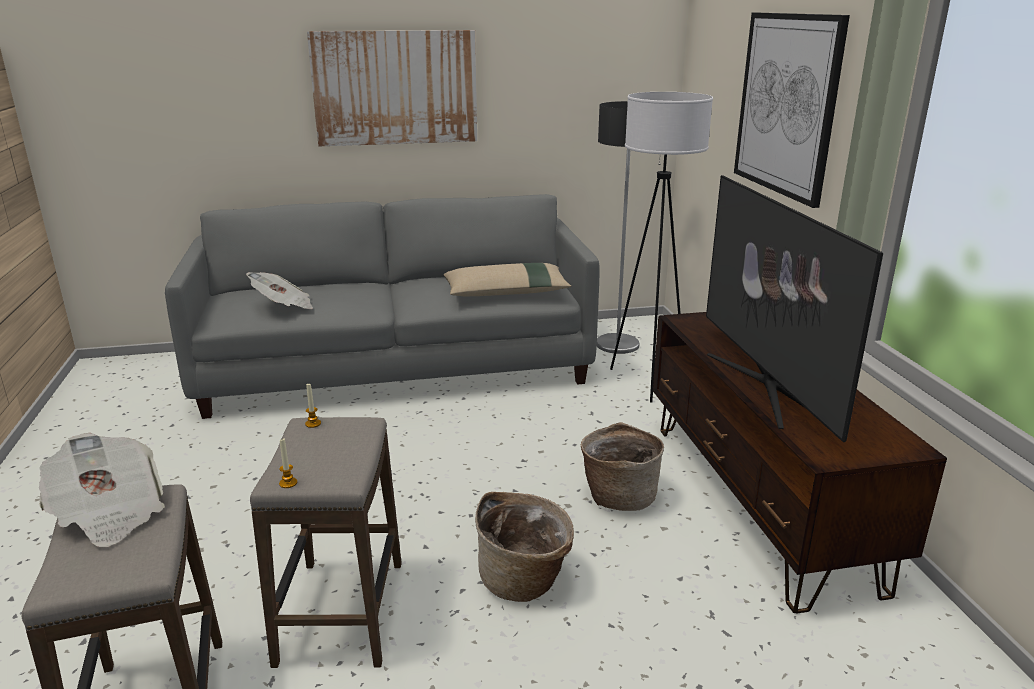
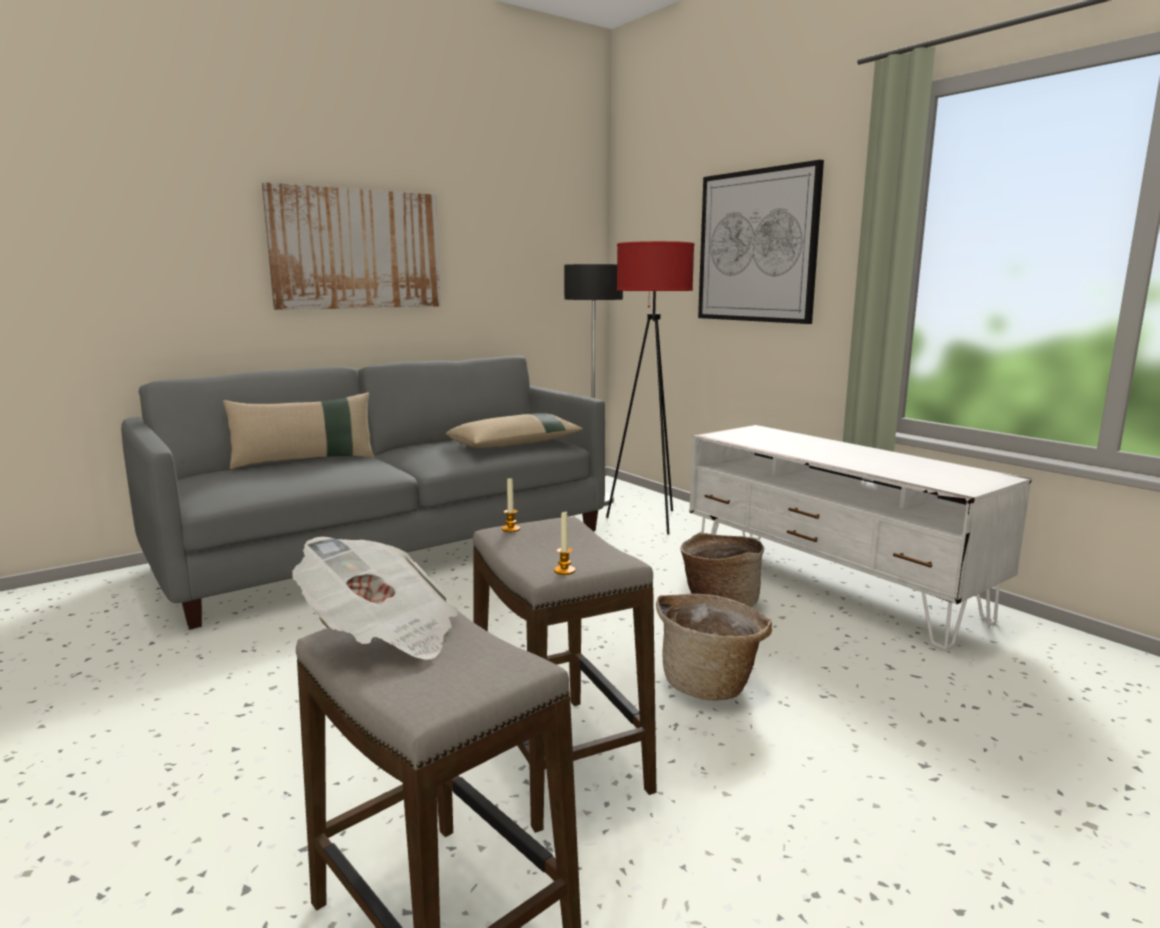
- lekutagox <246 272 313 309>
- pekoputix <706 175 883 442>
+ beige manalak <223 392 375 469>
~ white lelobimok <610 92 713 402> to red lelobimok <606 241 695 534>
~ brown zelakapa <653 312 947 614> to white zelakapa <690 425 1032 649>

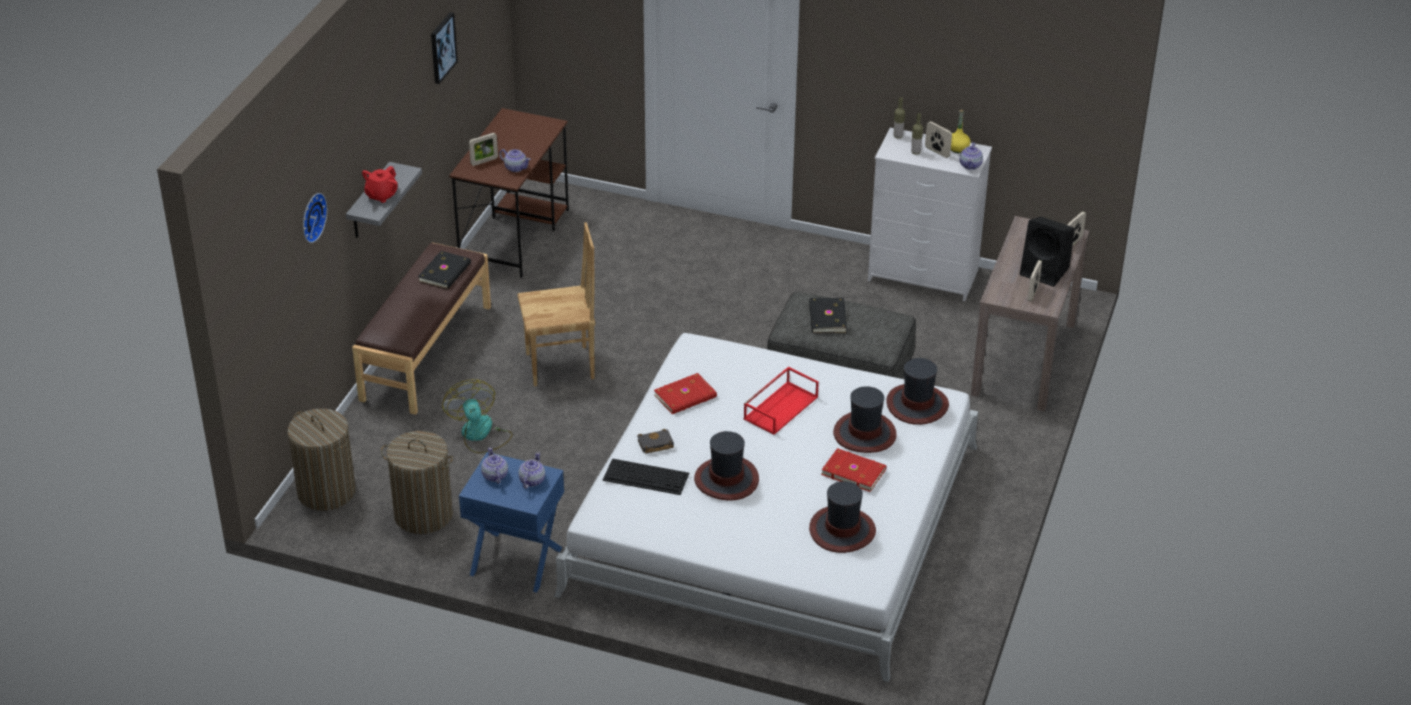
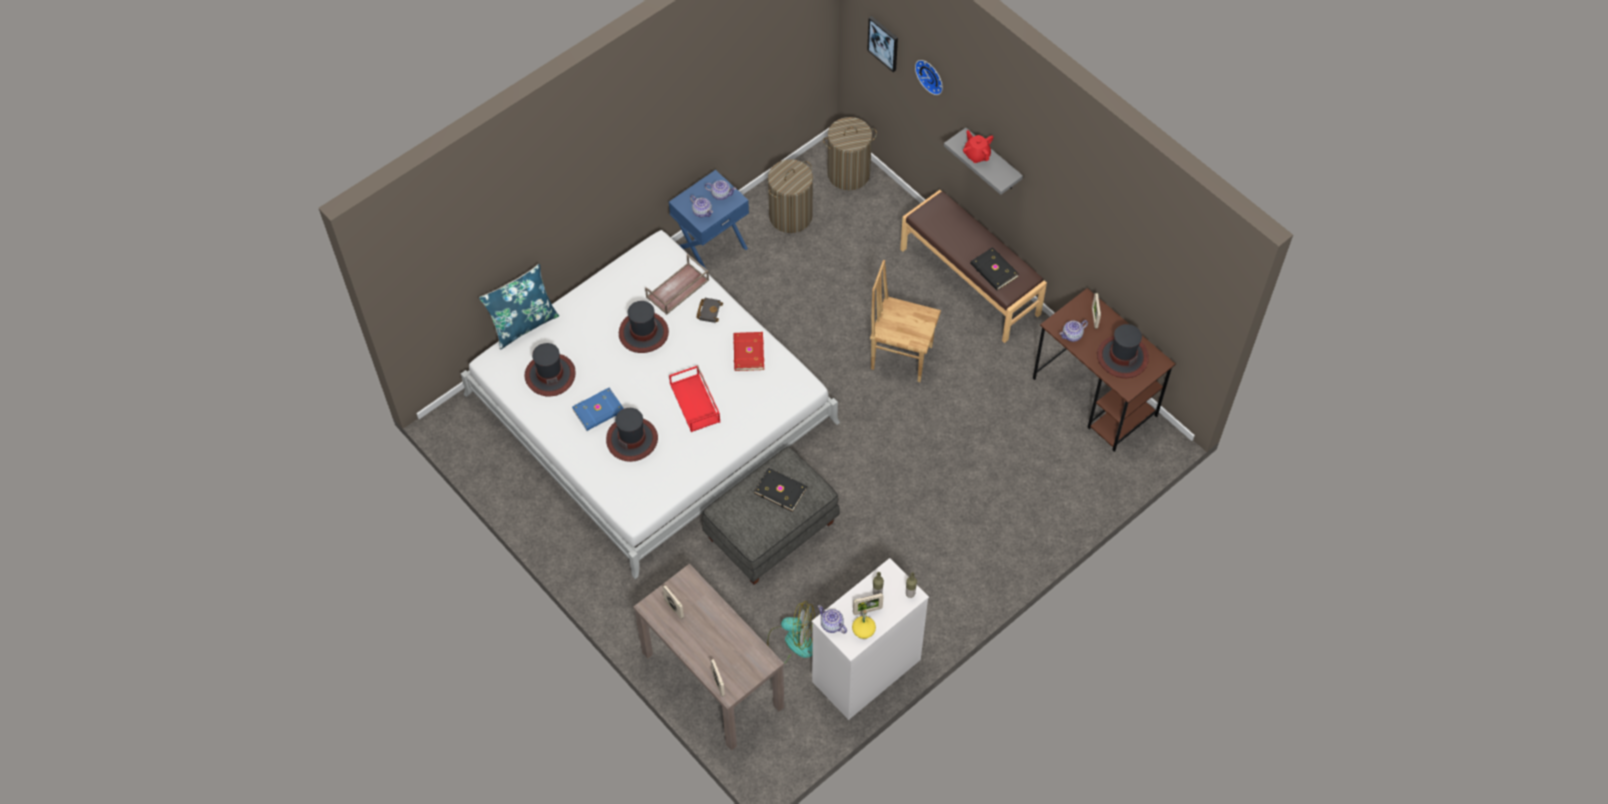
- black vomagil <1020 217 1075 287>
+ blue manalak <479 264 559 350>
~ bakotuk <431 12 458 84> to <867 16 898 72>
~ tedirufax <442 379 513 453> to <767 601 815 664>
~ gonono <886 358 949 425> to <1097 324 1149 378>
~ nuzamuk <603 459 689 495> to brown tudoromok <645 254 709 315>
~ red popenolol <821 448 886 492> to blue popenolol <572 387 624 431>
~ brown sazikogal <517 222 595 387> = <870 260 941 382> 90 degrees clockwise

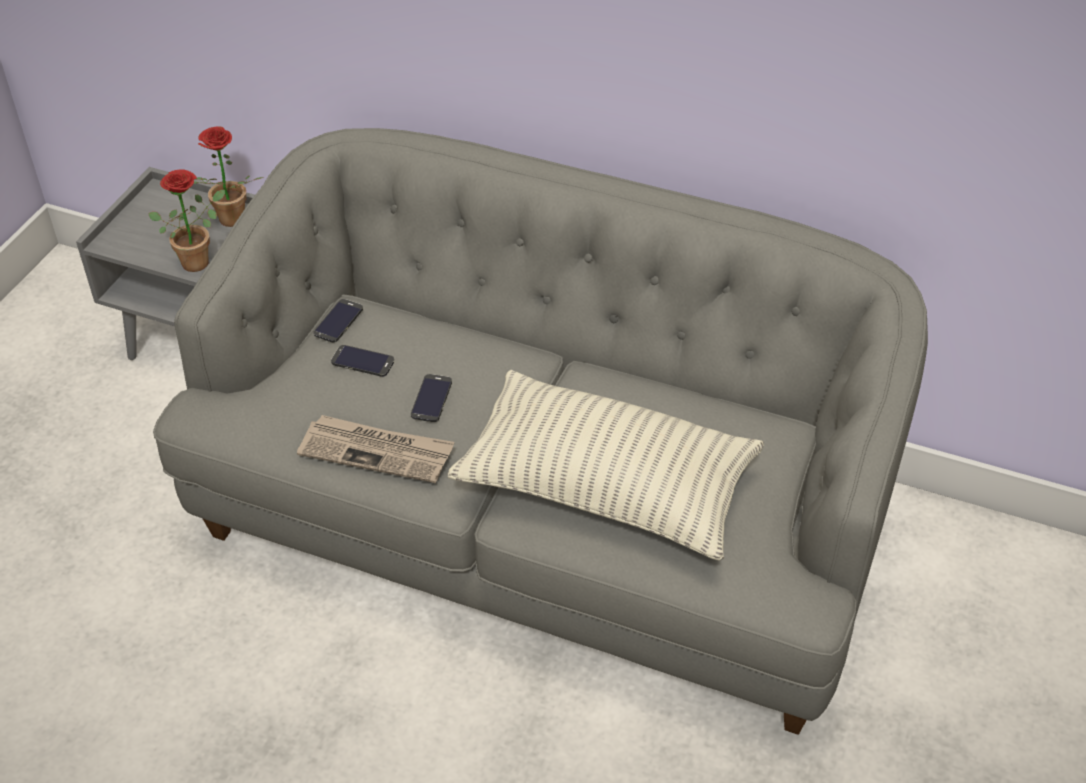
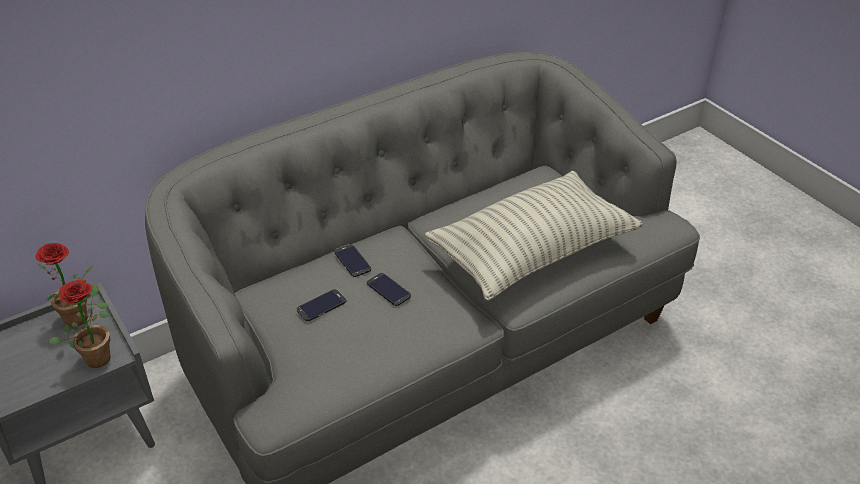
- lekutagox <297 415 454 483>
~ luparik <313 299 363 342> to <335 244 371 277>

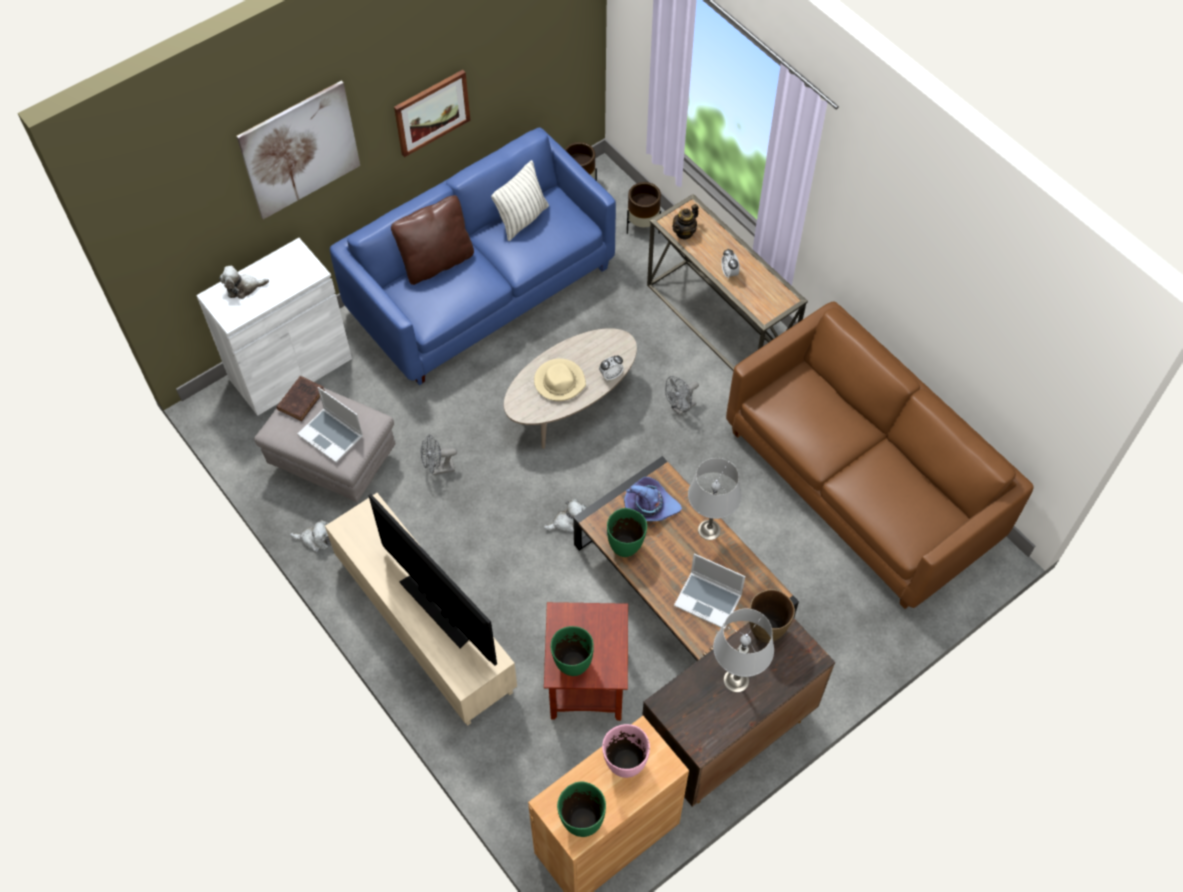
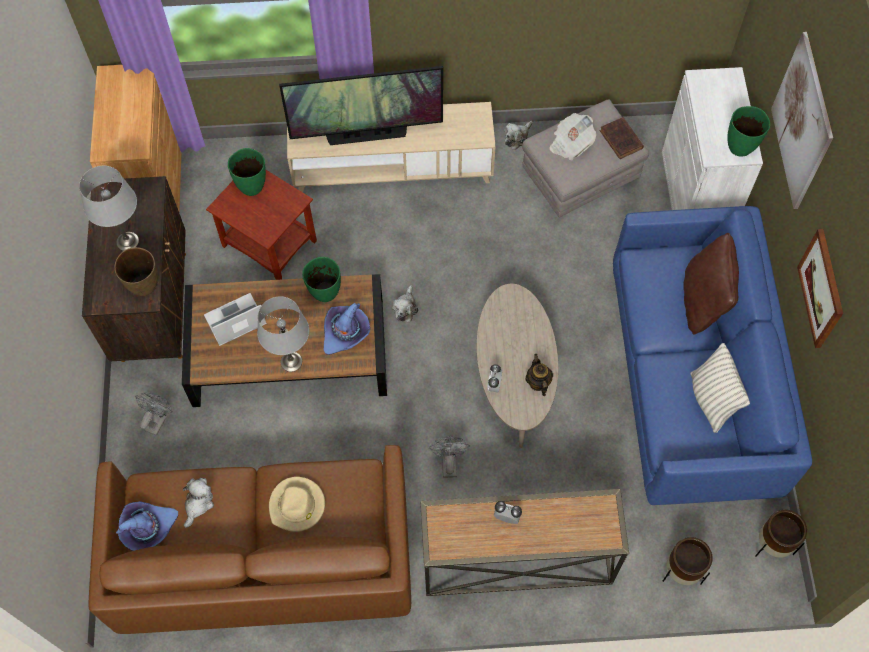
- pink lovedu <602 724 650 778>
+ purple gonono <116 501 178 551>
~ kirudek <219 266 269 299> to <183 478 214 528>
~ grey tedirufax <421 434 457 475> to <135 392 173 436>
~ beige gonono <534 359 586 401> to <269 477 325 532>
~ green lovedu <557 782 606 837> to <727 106 770 157>
~ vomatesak <672 204 699 240> to <526 354 553 396>
~ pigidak <297 387 363 462> to lekutagox <549 113 596 161>

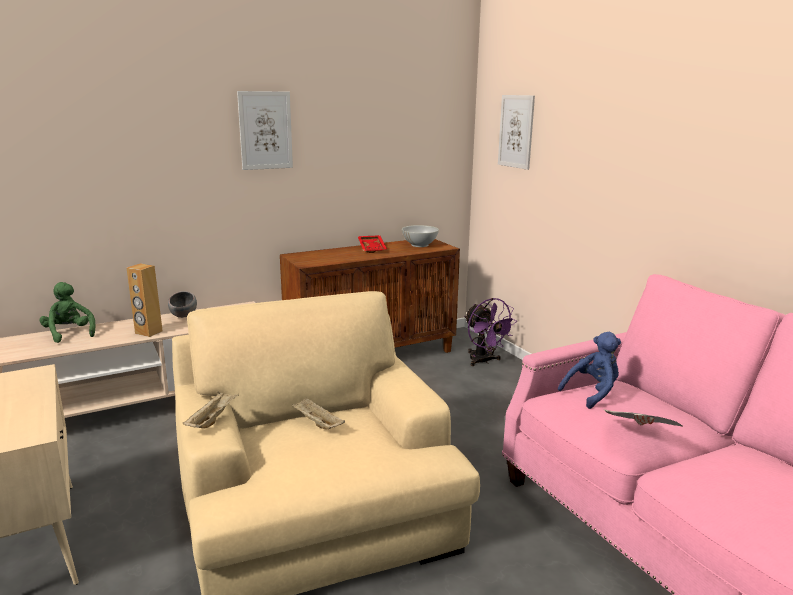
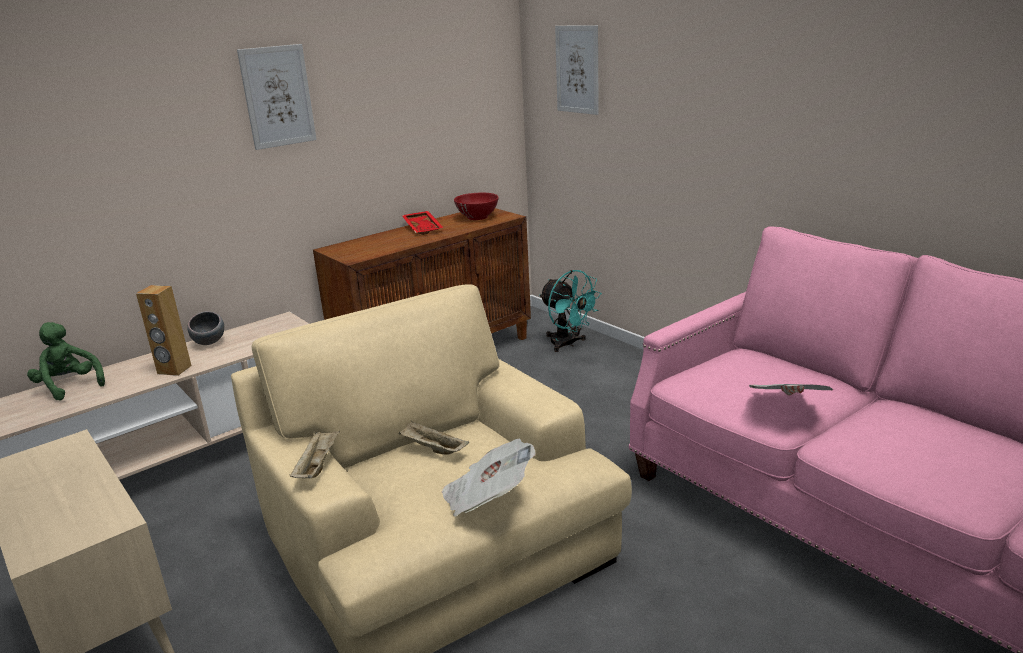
- blue kirudek <558 332 621 409>
+ lekutagox <442 438 535 517>
~ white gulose <402 225 439 247> to red gulose <454 193 499 220>
~ purple tedirufax <464 298 516 366> to turquoise tedirufax <539 270 602 352>

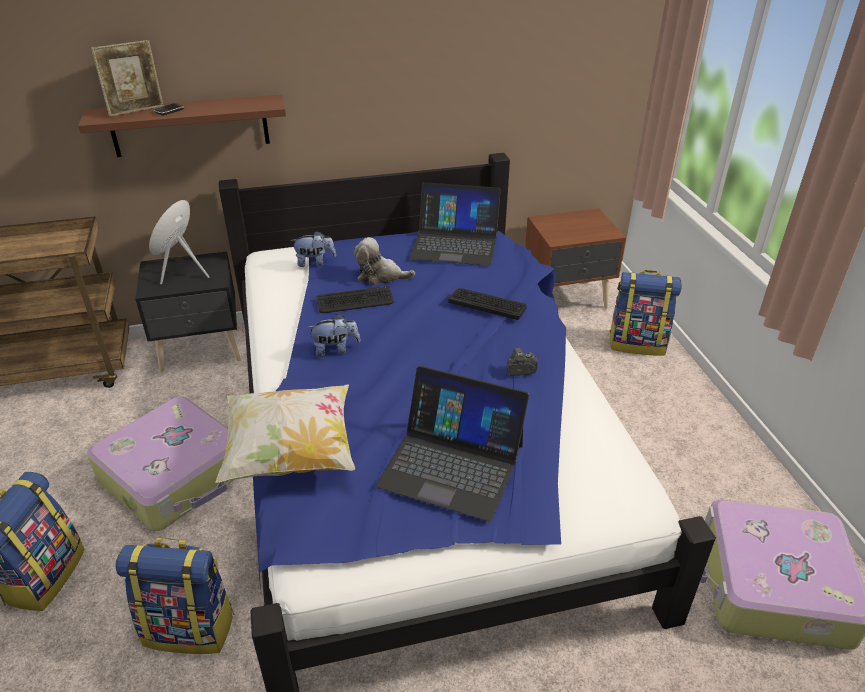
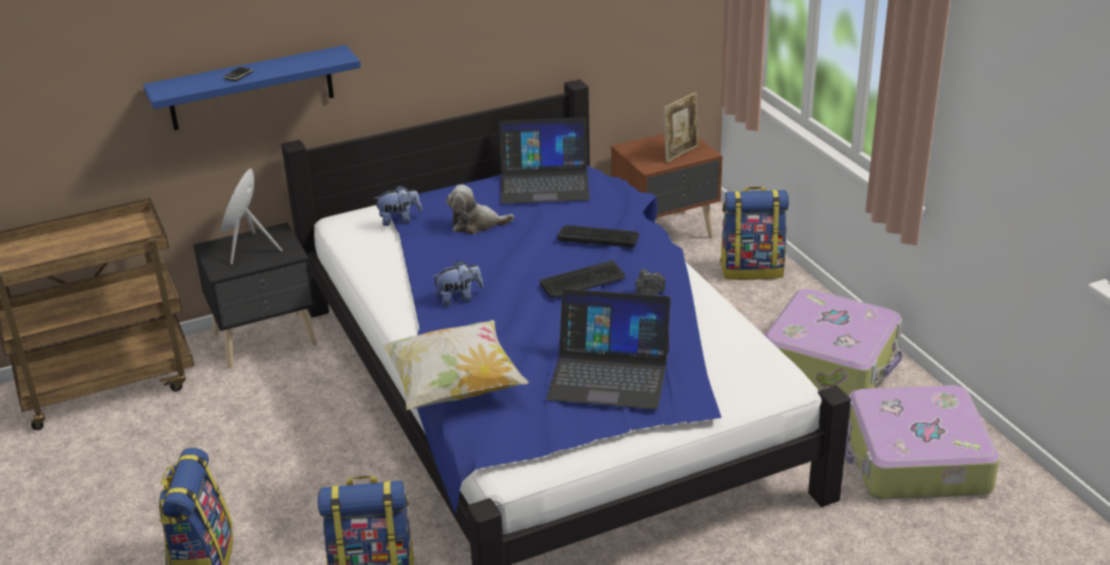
~ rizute <87 397 235 531> to <764 289 903 396>
~ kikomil <91 40 164 117> to <664 92 698 163>
~ nuzamuk <316 286 394 313> to <540 261 625 298>
~ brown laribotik <78 95 286 157> to blue laribotik <143 45 361 130>

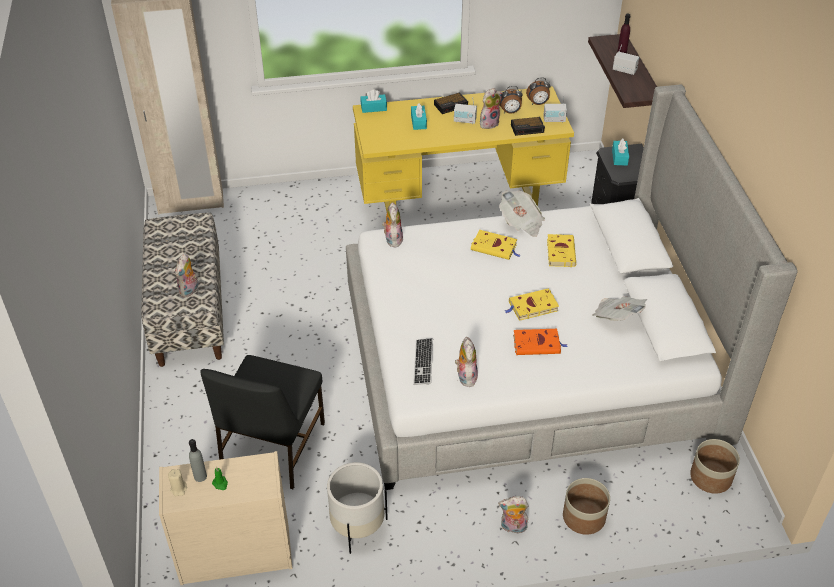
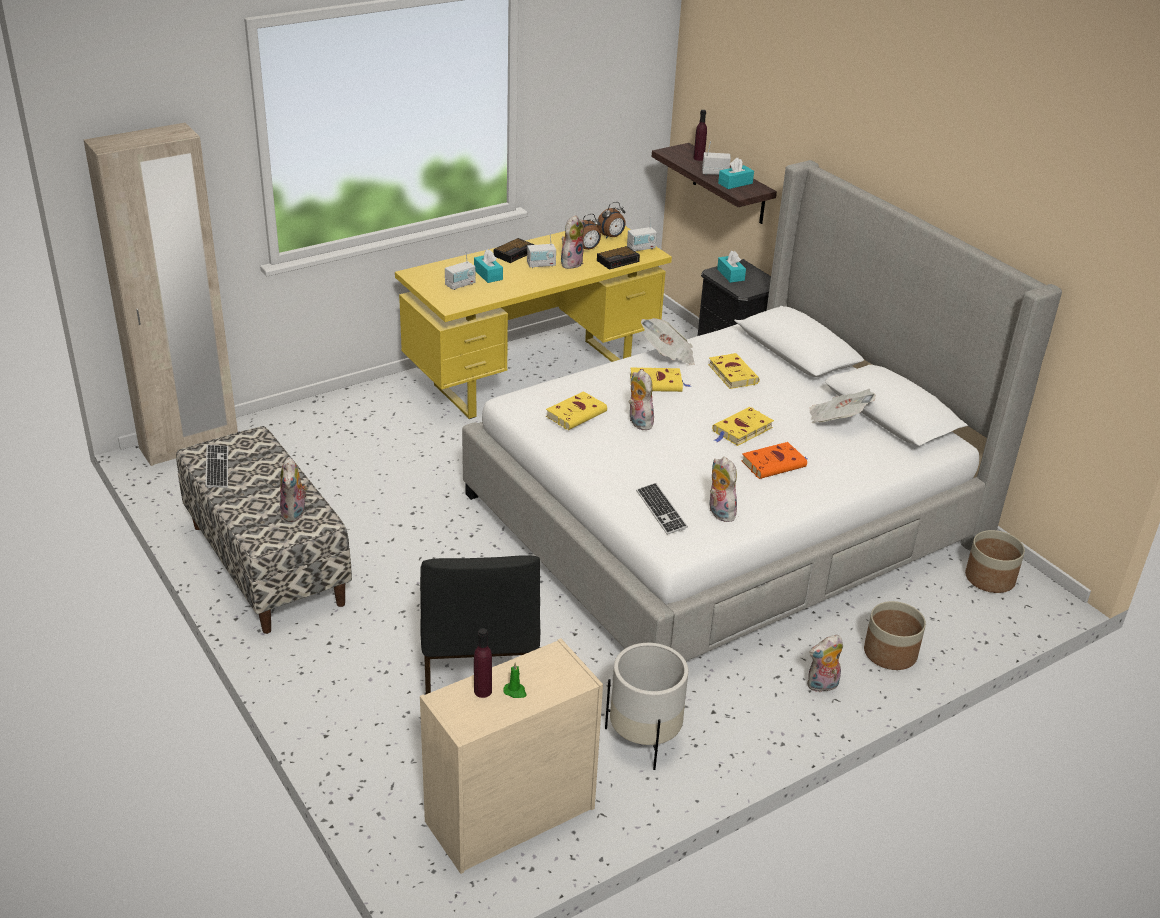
- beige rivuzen <168 469 187 496>
+ nuzamuk <205 445 228 488>
+ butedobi <445 250 475 290>
+ yellow popenolol <546 391 607 430>
~ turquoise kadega <360 89 387 113> to <718 157 754 189>
~ kirudek <382 202 403 247> to <629 369 654 430>
~ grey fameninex <189 439 207 482> to purple fameninex <474 628 492 698>

